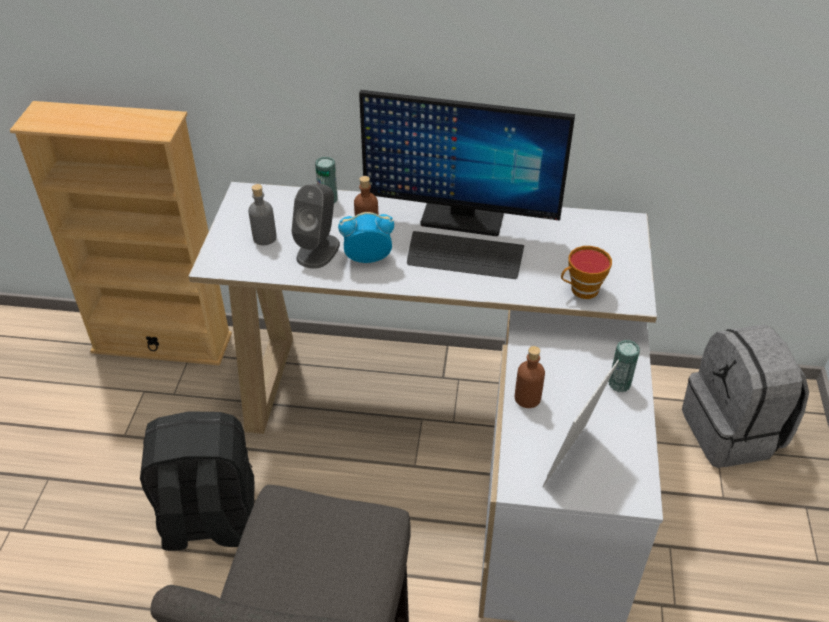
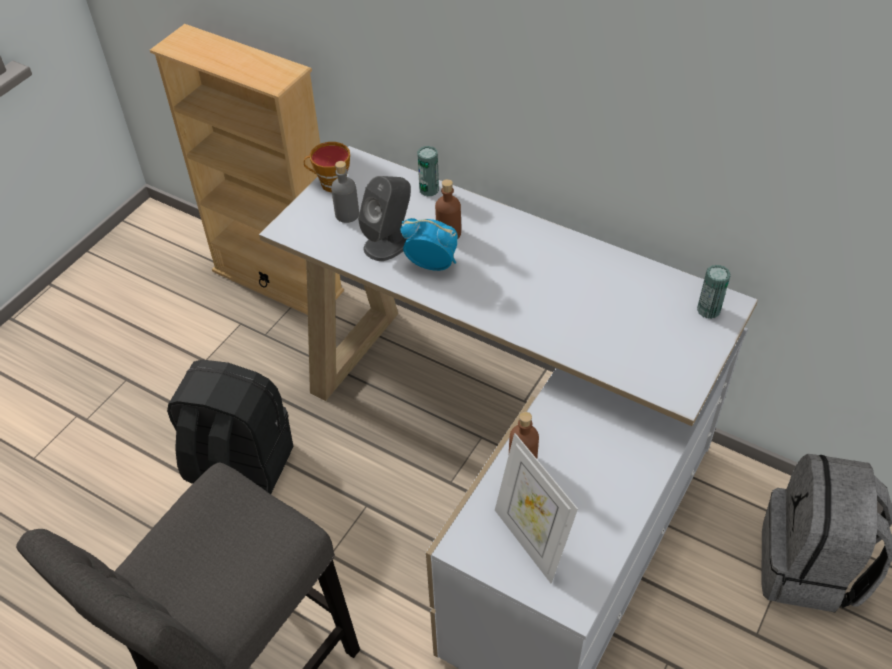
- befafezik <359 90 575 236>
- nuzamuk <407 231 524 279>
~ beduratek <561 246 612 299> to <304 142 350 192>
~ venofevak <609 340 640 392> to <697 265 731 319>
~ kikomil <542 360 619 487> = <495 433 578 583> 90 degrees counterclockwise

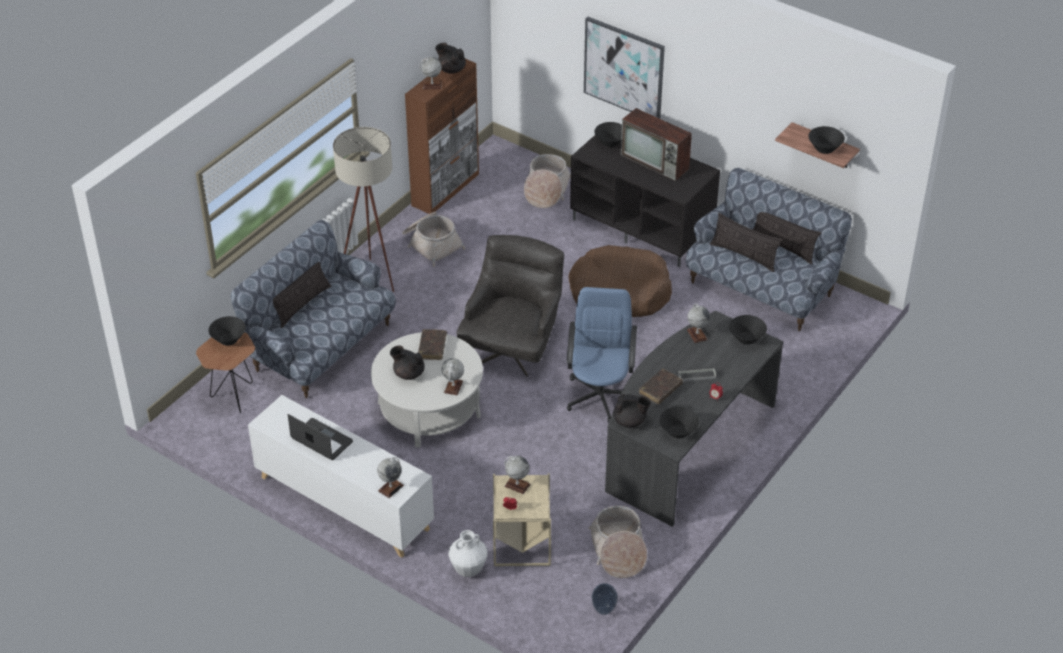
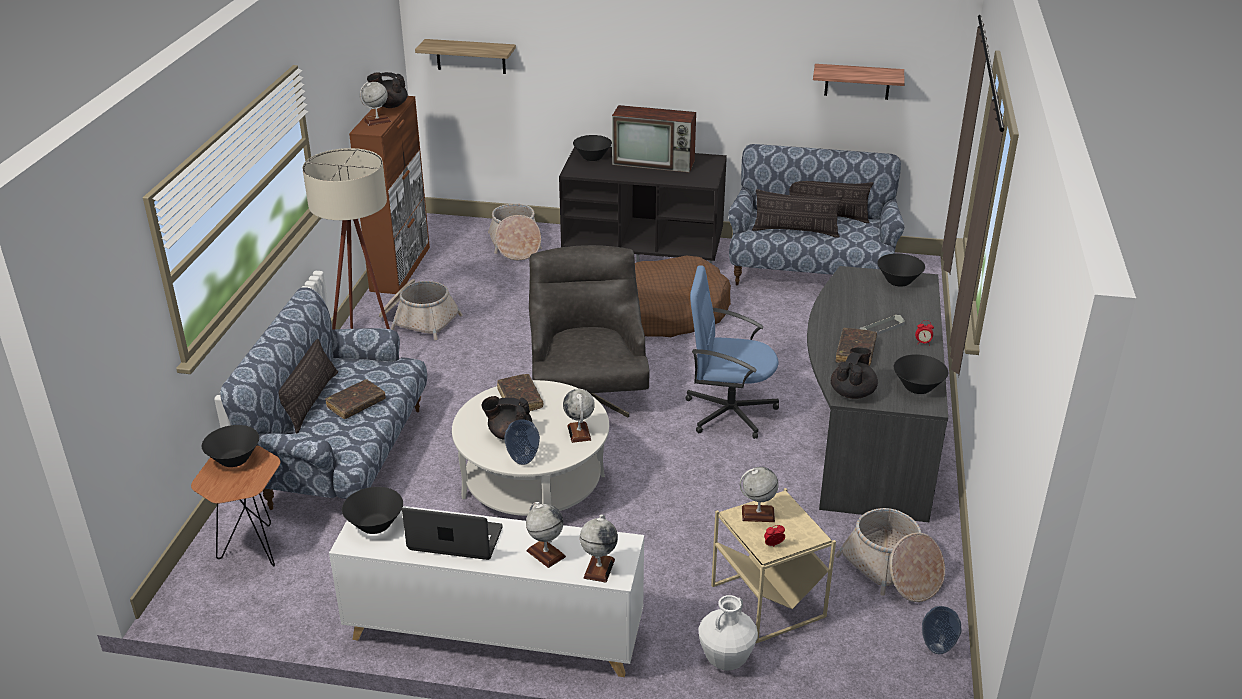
- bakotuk <584 17 665 119>
+ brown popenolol <325 379 386 419>
+ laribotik <415 39 516 74>
+ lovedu <504 419 540 465>
~ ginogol <687 304 710 343> to <526 502 566 568>
~ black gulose <808 126 845 154> to <342 487 403 534>
~ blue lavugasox <566 287 637 423> = <685 265 779 439> 60 degrees counterclockwise
~ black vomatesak <613 394 651 428> = <831 347 878 399> 45 degrees counterclockwise

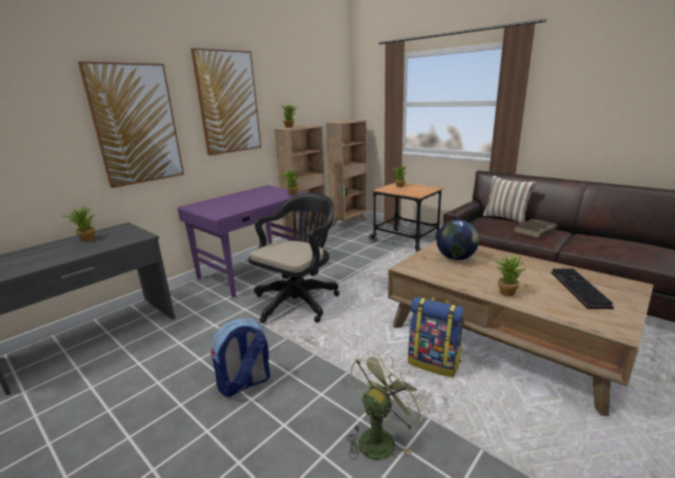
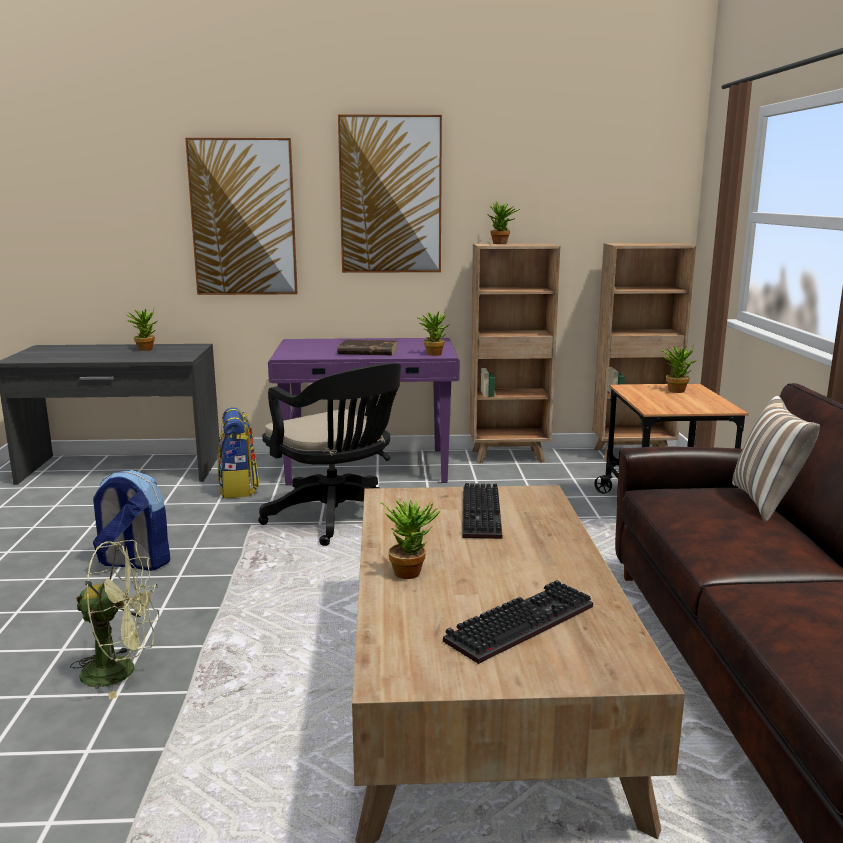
~ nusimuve <408 297 464 377> to <217 407 259 498>
~ brown popenolol <514 218 557 238> to <337 340 397 355>
~ ginogol <437 220 479 260> to nuzamuk <462 483 502 539>
~ black lavugasox <248 193 340 323> = <258 363 401 546> 60 degrees clockwise

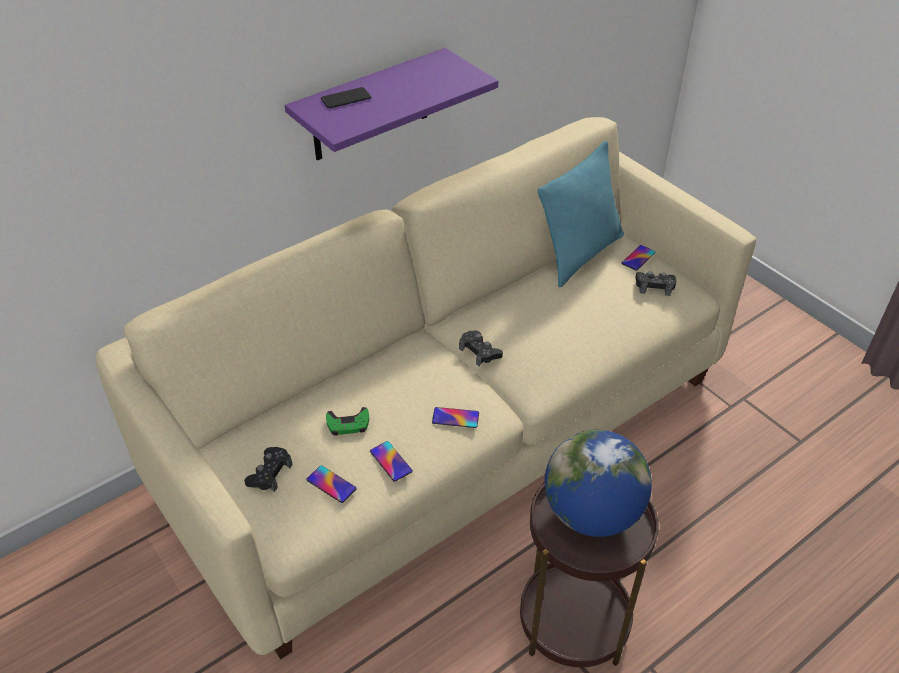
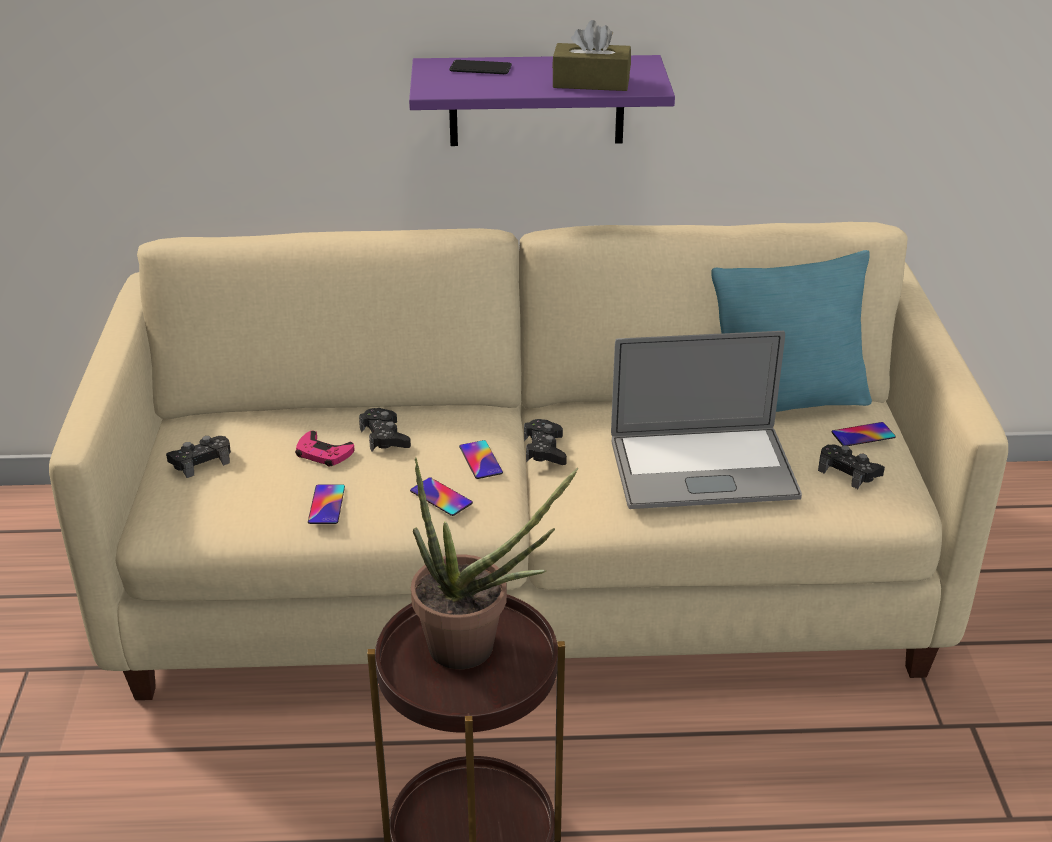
+ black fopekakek <359 408 411 452>
+ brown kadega <552 20 631 91>
+ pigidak <611 331 802 509>
~ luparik <306 465 357 503> to <459 440 503 479>
~ ginogol <545 430 652 537> to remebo <411 458 579 669>
~ green fopekakek <326 407 369 436> to pink fopekakek <295 431 355 466>

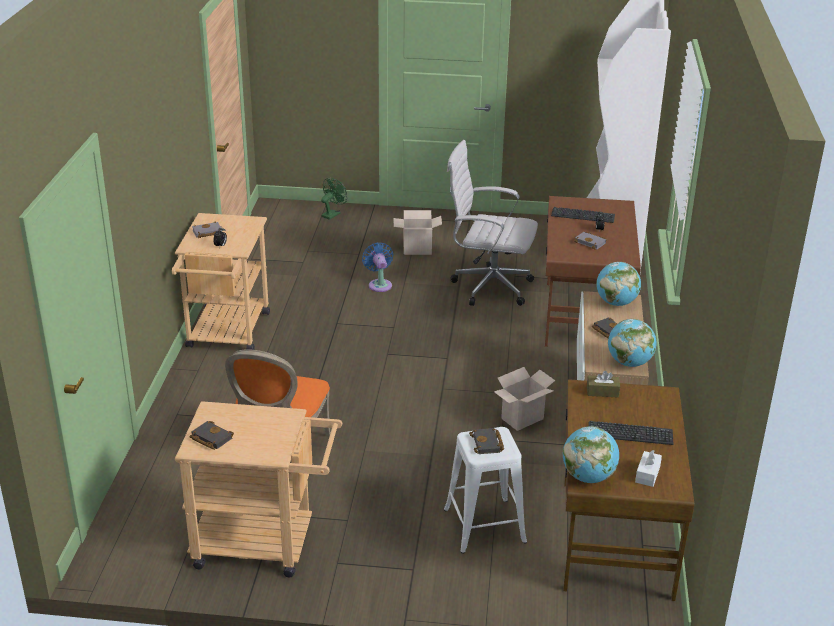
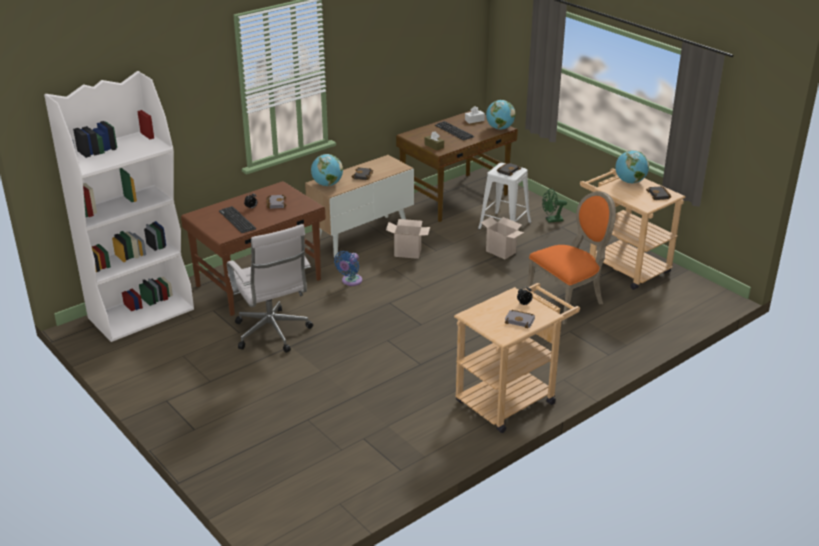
~ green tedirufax <321 178 347 220> to <542 188 567 223>
~ blue tedirufax <362 242 393 292> to <334 251 362 286>
~ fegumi <394 210 442 255> to <481 217 524 259>
~ ginogol <608 319 656 367> to <616 150 649 183>

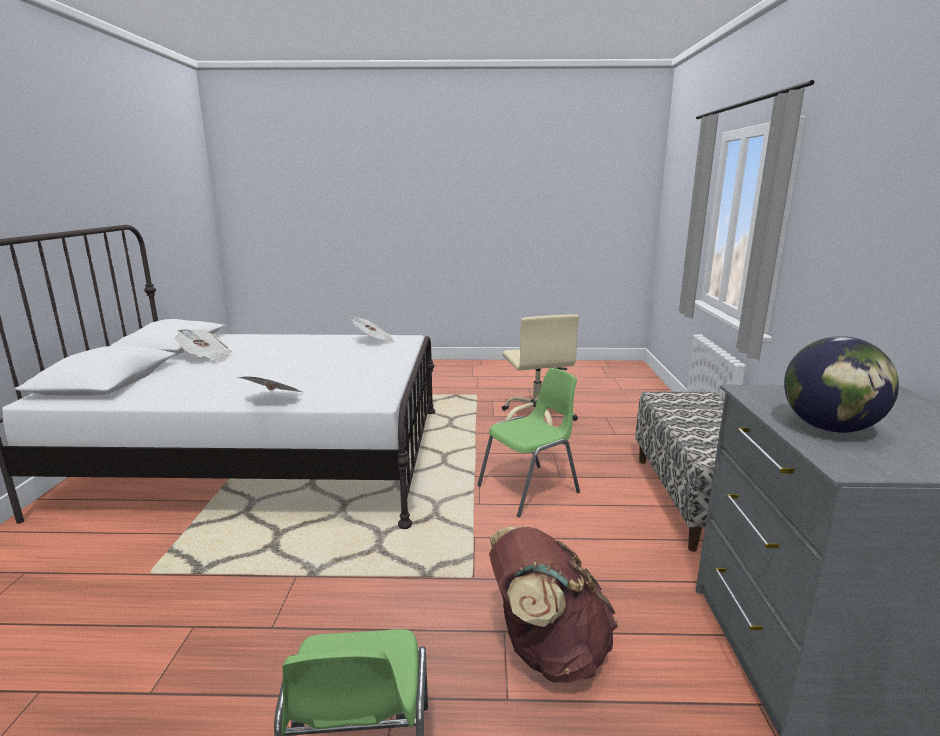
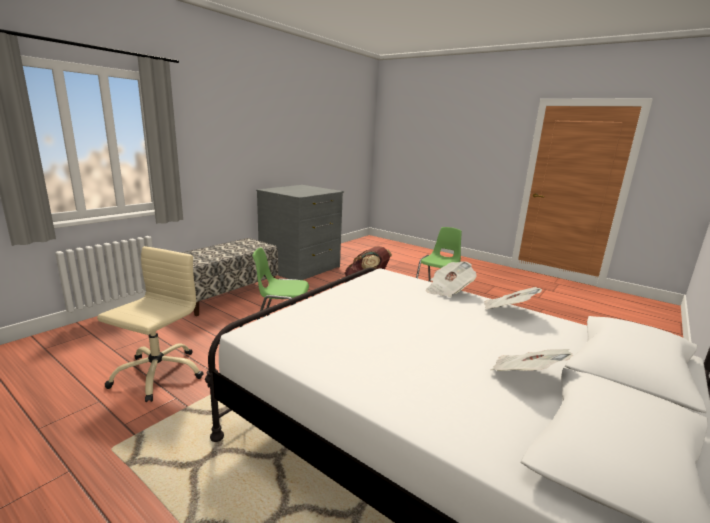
- ginogol <784 336 899 433>
~ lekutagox <349 316 395 343> to <484 287 542 310>

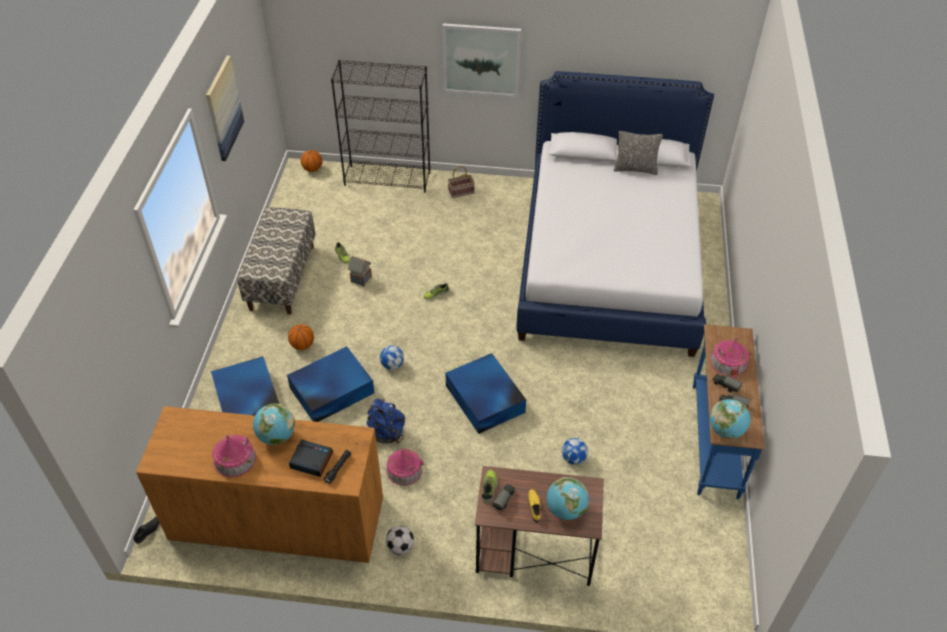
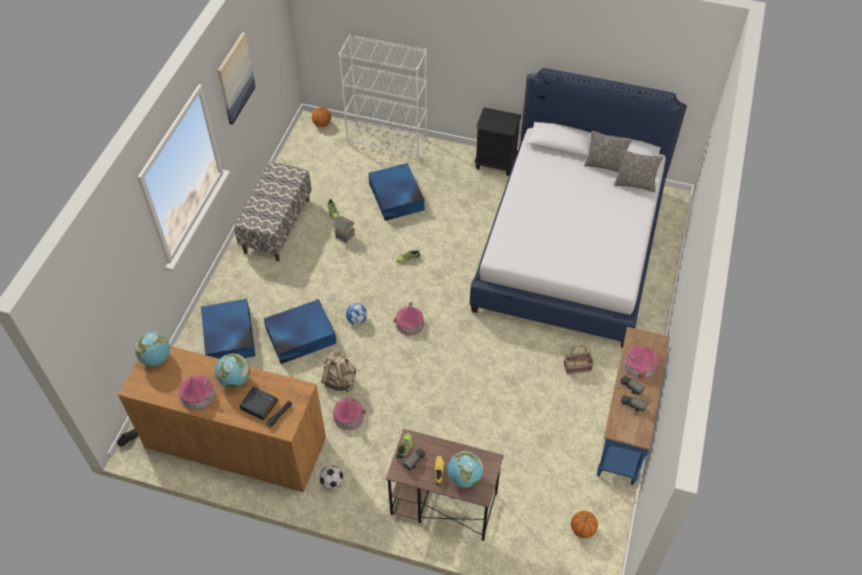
- bakotuk <442 23 521 98>
- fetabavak <562 438 588 465>
+ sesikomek <393 302 424 335>
+ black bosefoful <474 107 521 176>
+ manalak <614 150 663 192>
~ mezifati <288 324 314 350> to <571 511 598 538>
~ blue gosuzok <446 353 526 434> to <368 163 425 221>
~ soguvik <448 166 475 198> to <564 345 594 374>
~ ginogol <710 399 750 439> to <135 332 170 366>
~ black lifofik <331 60 430 193> to white lifofik <338 34 427 159>
~ blue nusimuve <366 398 405 444> to beige nusimuve <321 351 356 392>

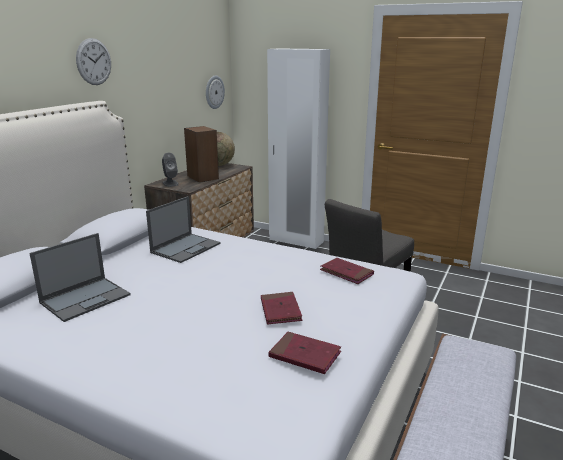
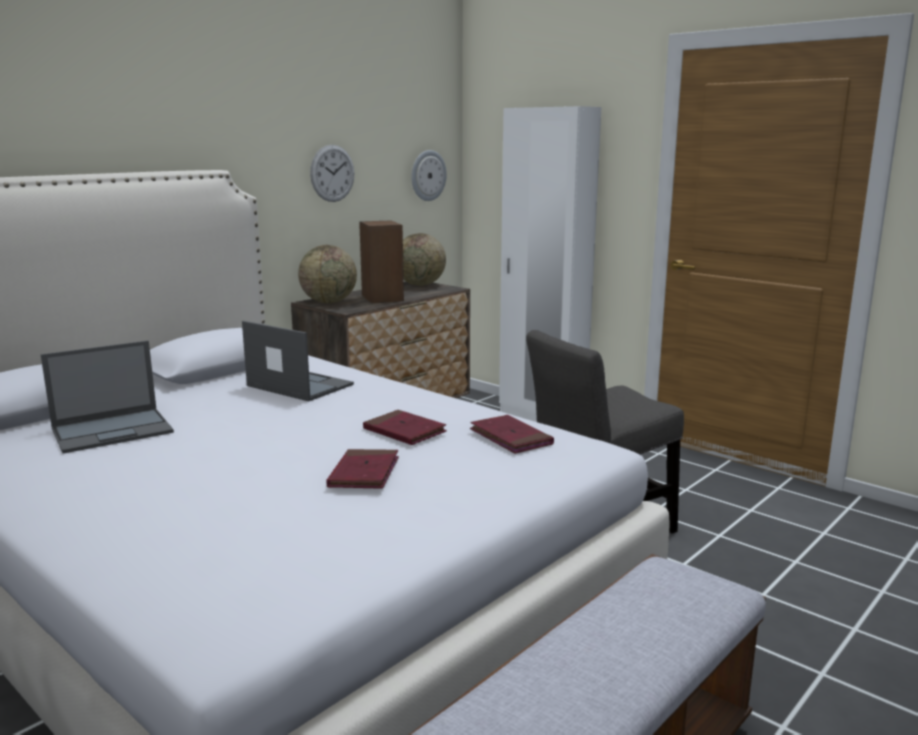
~ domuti <76 38 111 85> to <310 145 354 202>
~ red popenolol <268 332 341 374> to <363 410 447 445>
~ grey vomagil <162 152 179 187> to ginogol <298 245 357 303>
~ pigidak <146 196 221 263> = <242 321 354 401> 105 degrees counterclockwise

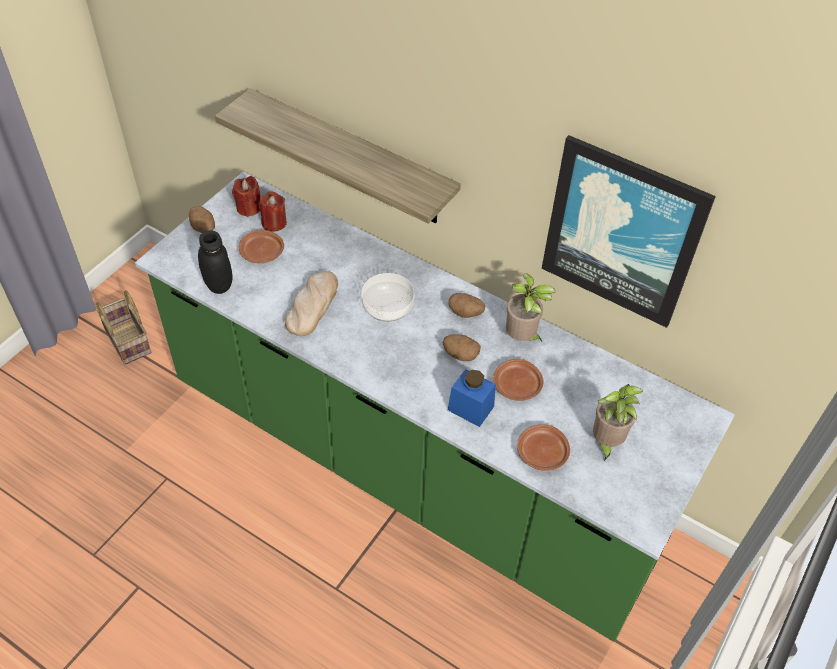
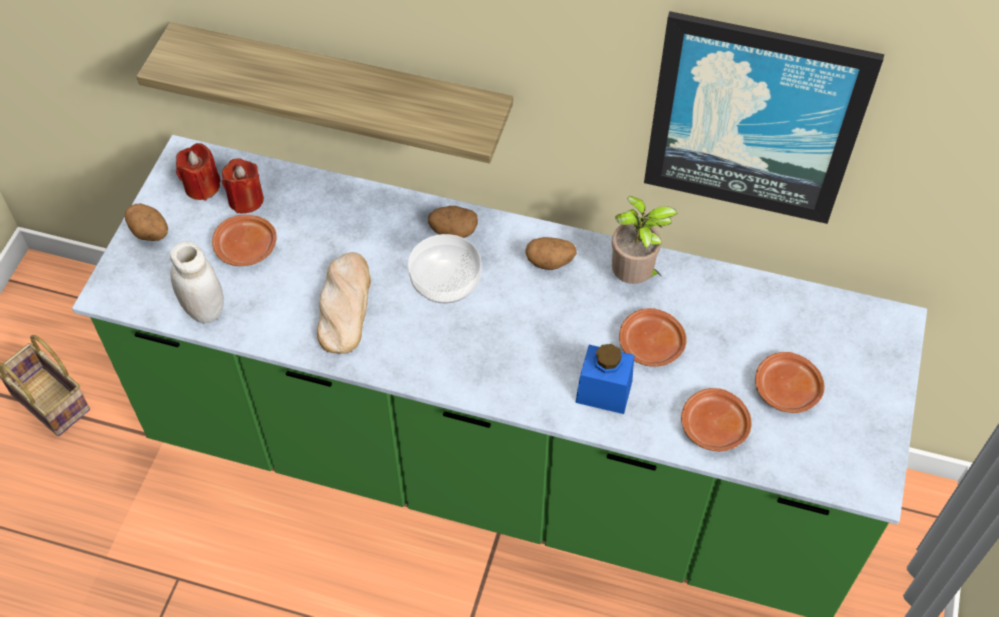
~ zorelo <443 334 481 361> to <428 206 478 238>
~ remebo <593 384 644 461> to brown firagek <755 352 824 413>
~ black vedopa <198 230 233 294> to white vedopa <170 241 224 323>

